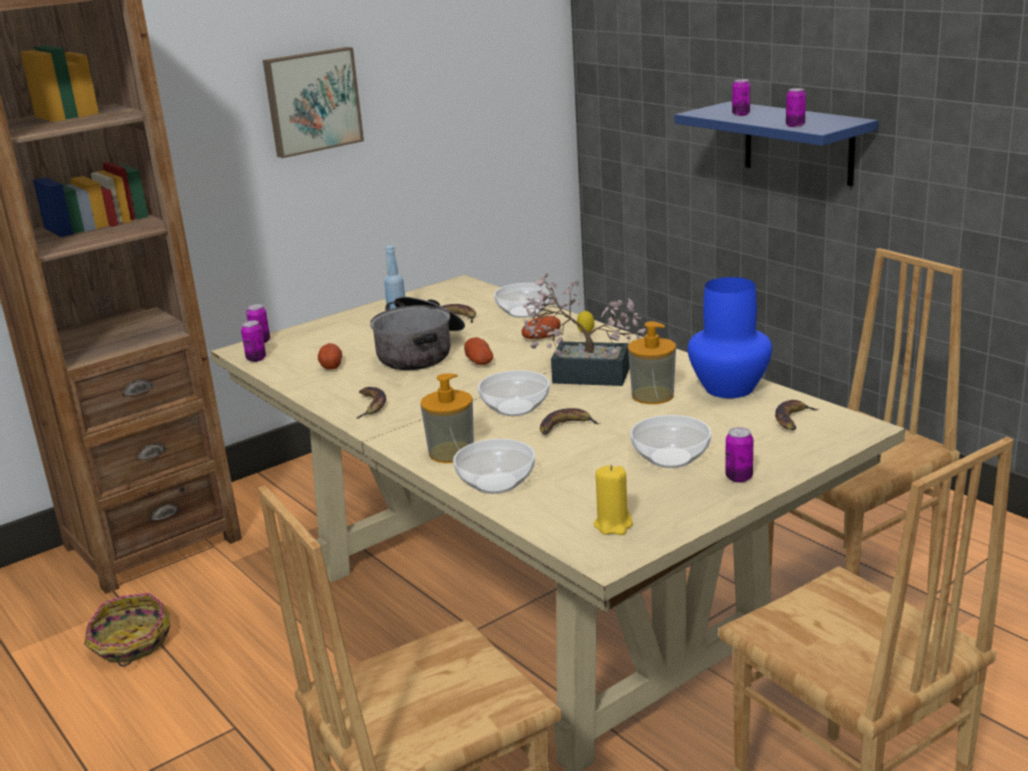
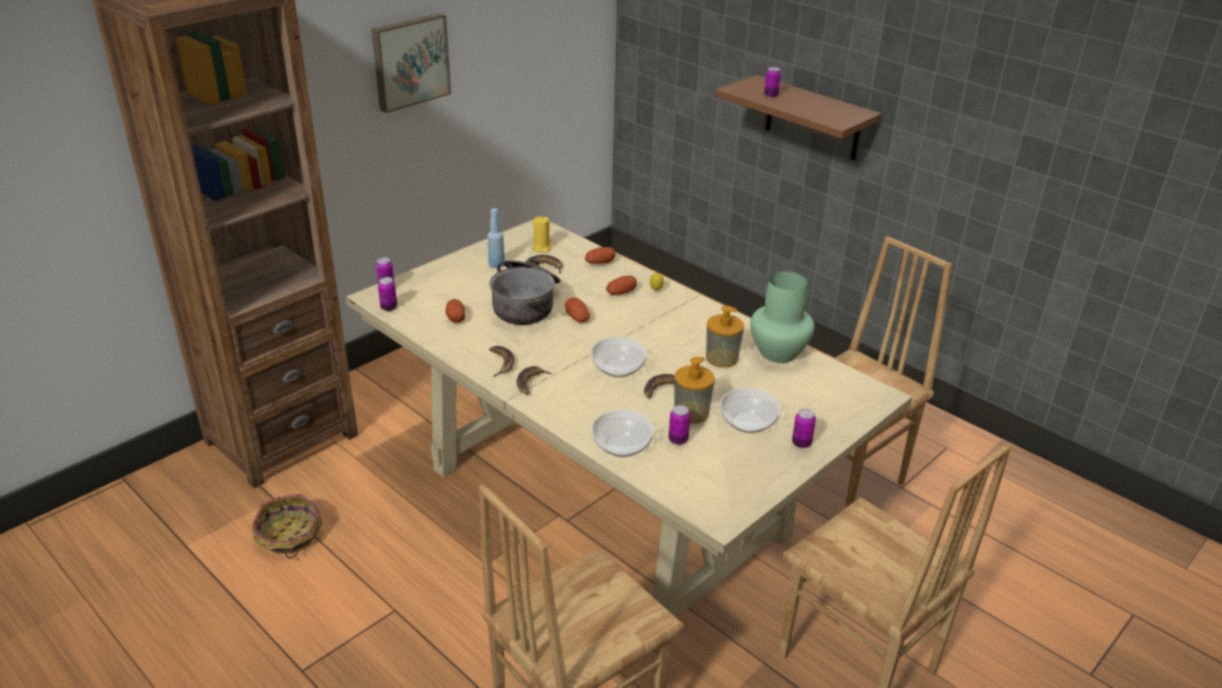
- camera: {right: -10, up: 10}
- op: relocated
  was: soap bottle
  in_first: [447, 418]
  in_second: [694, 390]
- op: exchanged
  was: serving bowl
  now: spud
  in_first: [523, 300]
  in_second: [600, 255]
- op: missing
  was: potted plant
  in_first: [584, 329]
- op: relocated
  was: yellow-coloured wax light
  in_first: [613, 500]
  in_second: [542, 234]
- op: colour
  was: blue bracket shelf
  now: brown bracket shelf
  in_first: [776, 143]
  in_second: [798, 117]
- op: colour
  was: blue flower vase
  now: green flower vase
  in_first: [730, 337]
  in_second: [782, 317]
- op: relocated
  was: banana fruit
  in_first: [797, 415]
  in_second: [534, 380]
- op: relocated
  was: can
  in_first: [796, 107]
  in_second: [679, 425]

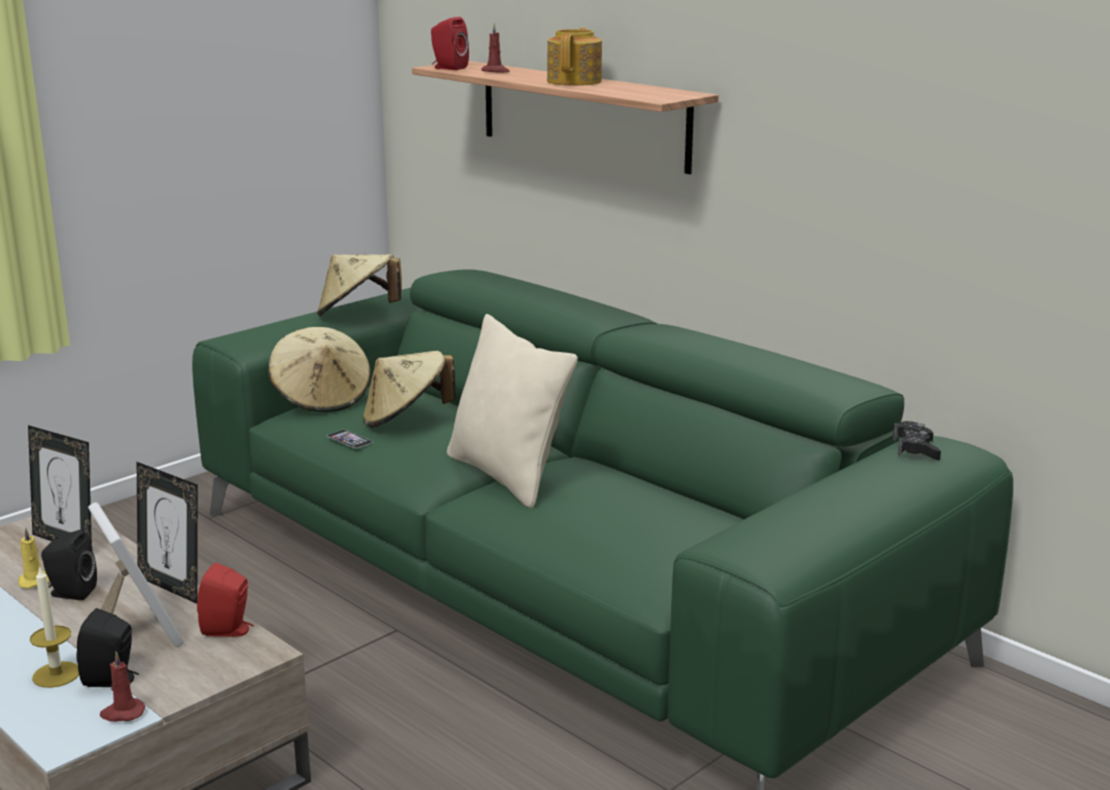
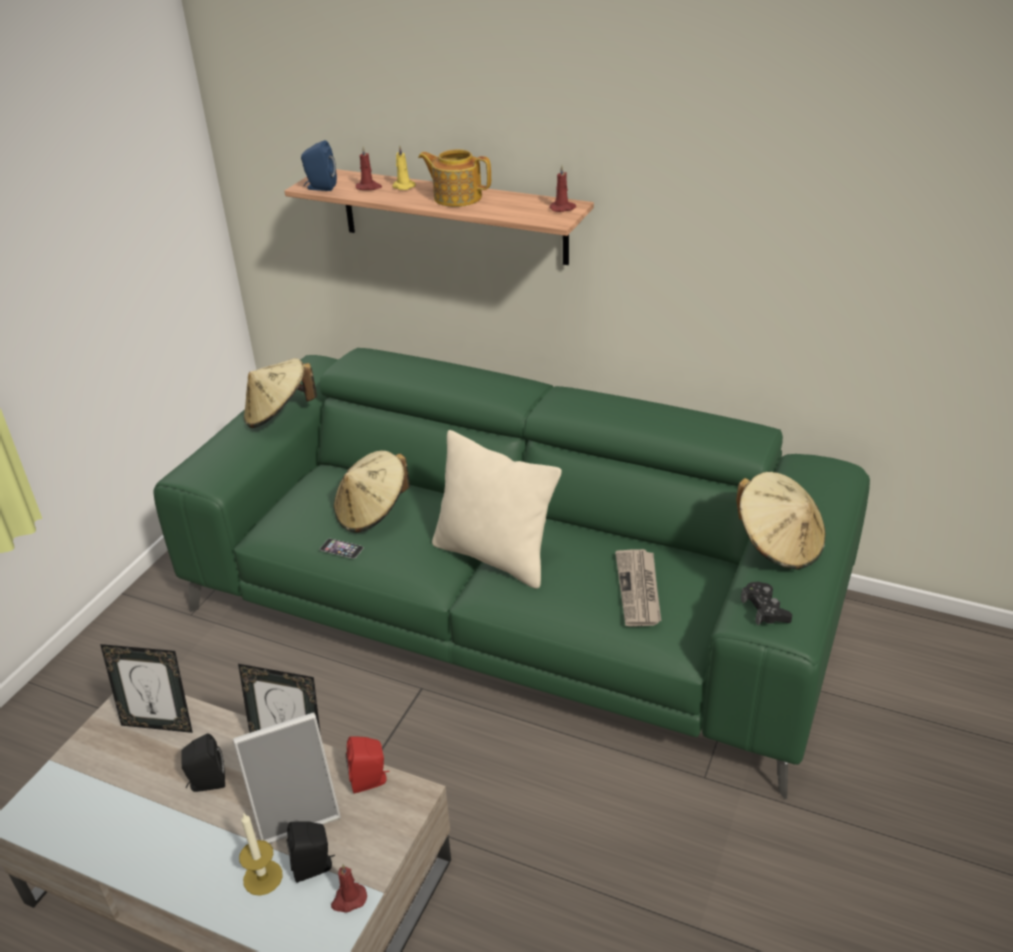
- camera: {right: -20, up: 15}
- op: relocated
  was: yellow-coloured wax light
  in_first: [34, 558]
  in_second: [404, 167]
- op: spun
  was: picture frame
  in_first: [136, 574]
  in_second: [287, 777]
  clockwise: 120
- op: relocated
  was: beige wearable hat
  in_first: [319, 369]
  in_second: [780, 520]
- op: colour
  was: red speaker
  now: blue speaker
  in_first: [450, 43]
  in_second: [319, 165]
- op: spun
  was: pot for tea
  in_first: [574, 57]
  in_second: [454, 178]
  clockwise: -60
- op: relocated
  was: blackish game controller
  in_first: [917, 440]
  in_second: [766, 603]
- op: appeared
  now: red wax light
  in_second: [562, 188]
- op: appeared
  now: daily paper
  in_second: [638, 588]

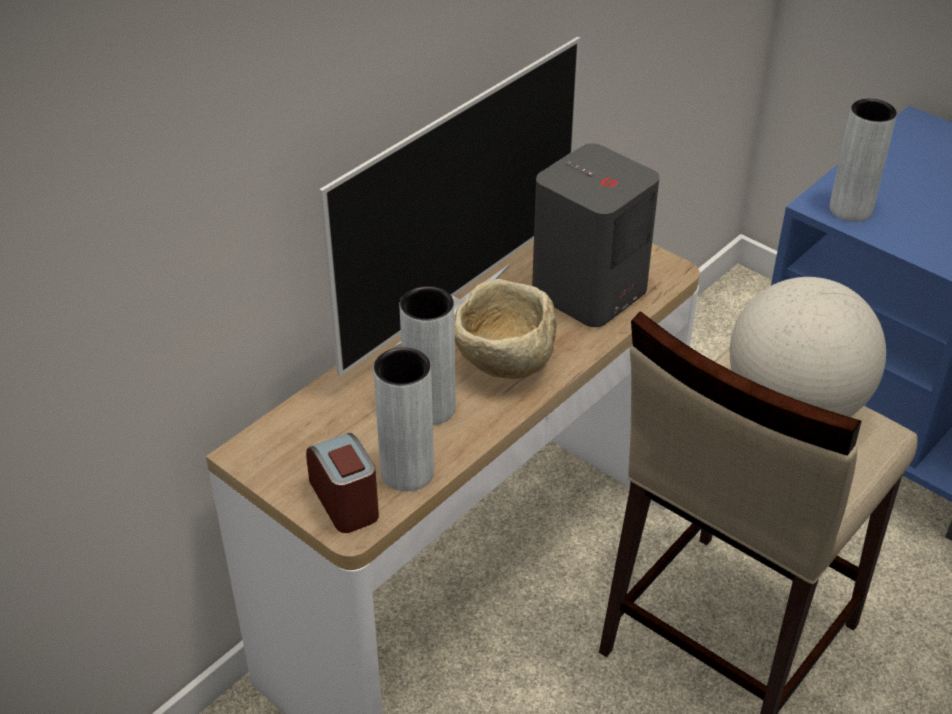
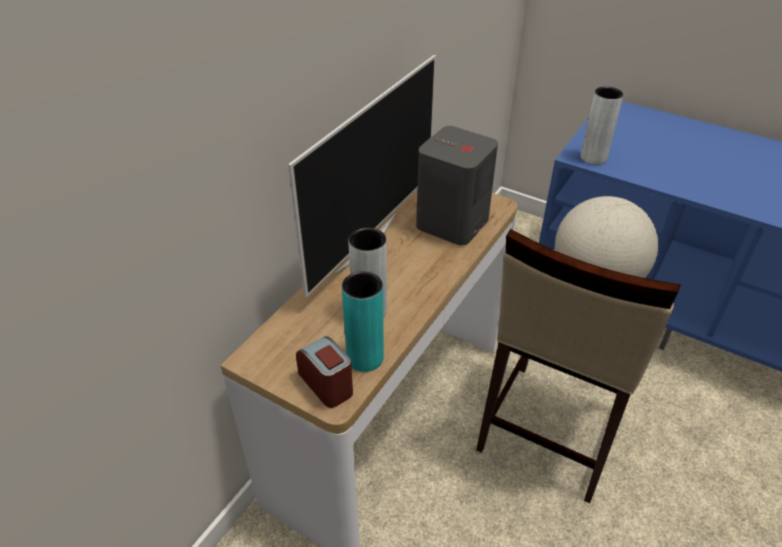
- camera: {right: -10, up: 0}
- op: colour
  was: greyish flower vase
  now: blue-green flower vase
  in_first: [403, 419]
  in_second: [363, 321]
- op: missing
  was: beige serving bowl
  in_first: [505, 329]

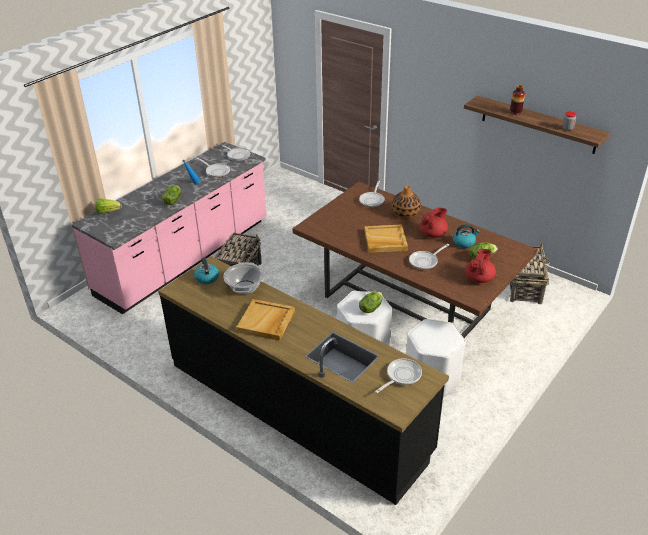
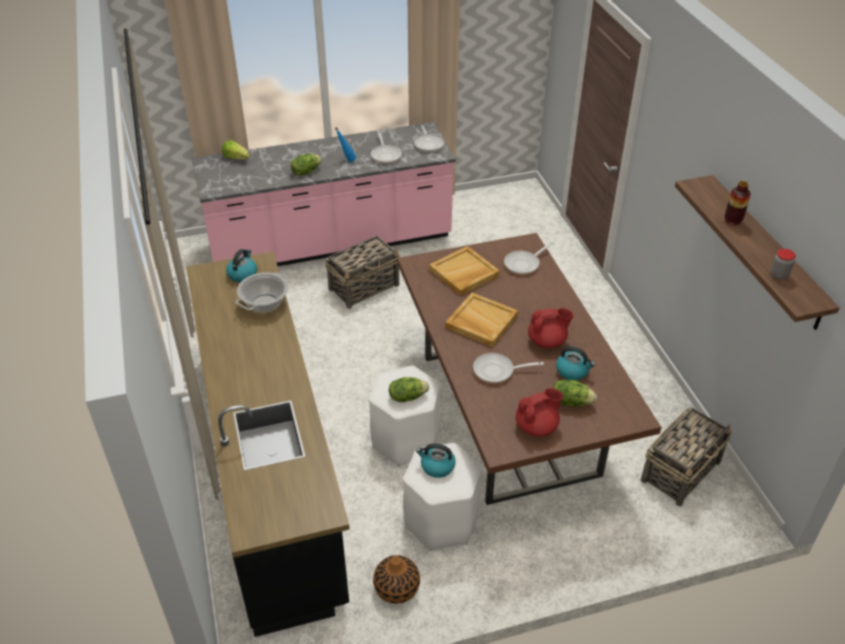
- camera: {right: 35, up: 5}
- op: relocated
  was: beige tray
  in_first: [265, 320]
  in_second: [464, 271]
- op: missing
  was: skillet
  in_first: [398, 375]
- op: relocated
  was: flower vase
  in_first: [406, 202]
  in_second: [396, 579]
- op: appeared
  now: water kettle
  in_second: [436, 460]

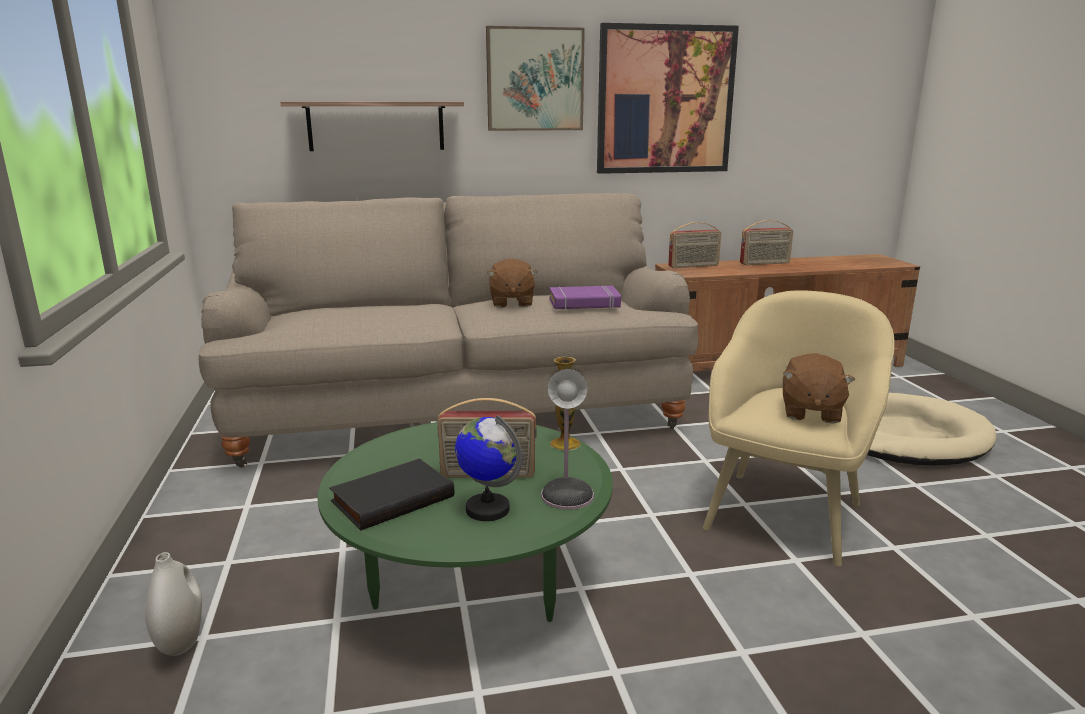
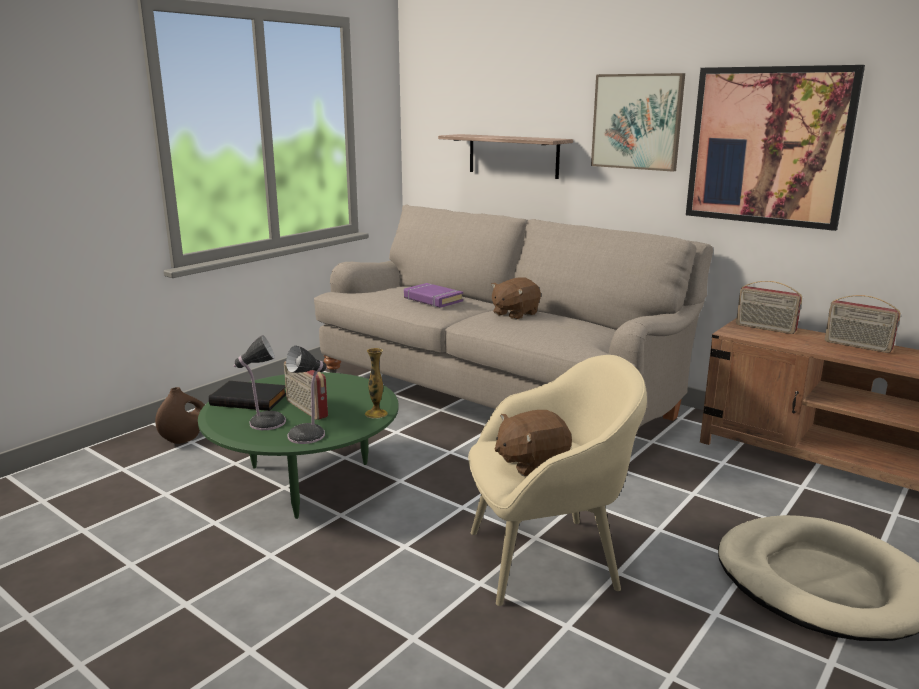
- camera: {right: 50, up: 0}
- op: colour
  was: white-coloured flower vase
  now: brown flower vase
  in_first: [173, 604]
  in_second: [180, 415]
- op: exchanged
  was: world globe
  now: table lamp
  in_first: [488, 468]
  in_second: [260, 382]
- op: relocated
  was: purple volume
  in_first: [585, 298]
  in_second: [433, 295]

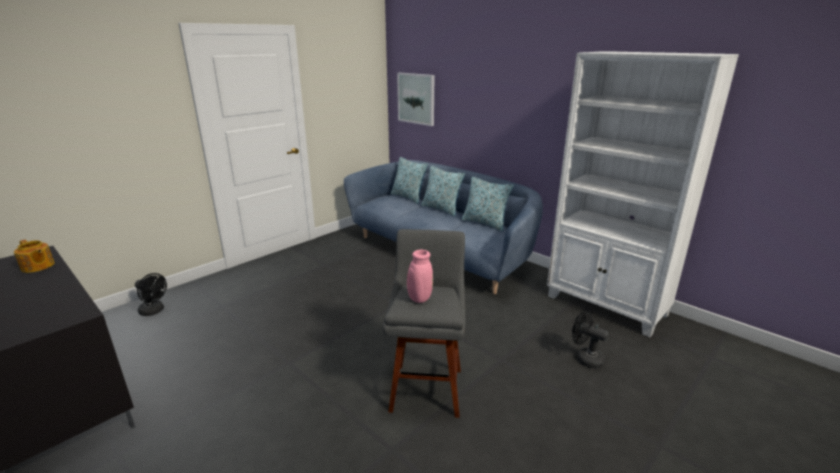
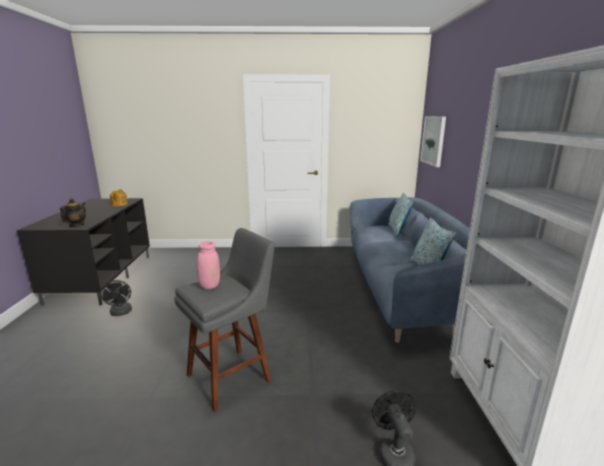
- camera: {right: 45, up: -5}
- op: relocated
  was: blackish electric fan
  in_first: [151, 294]
  in_second: [116, 298]
- op: missing
  was: cushion
  in_first: [443, 191]
- op: appeared
  now: pot for tea
  in_second: [73, 212]

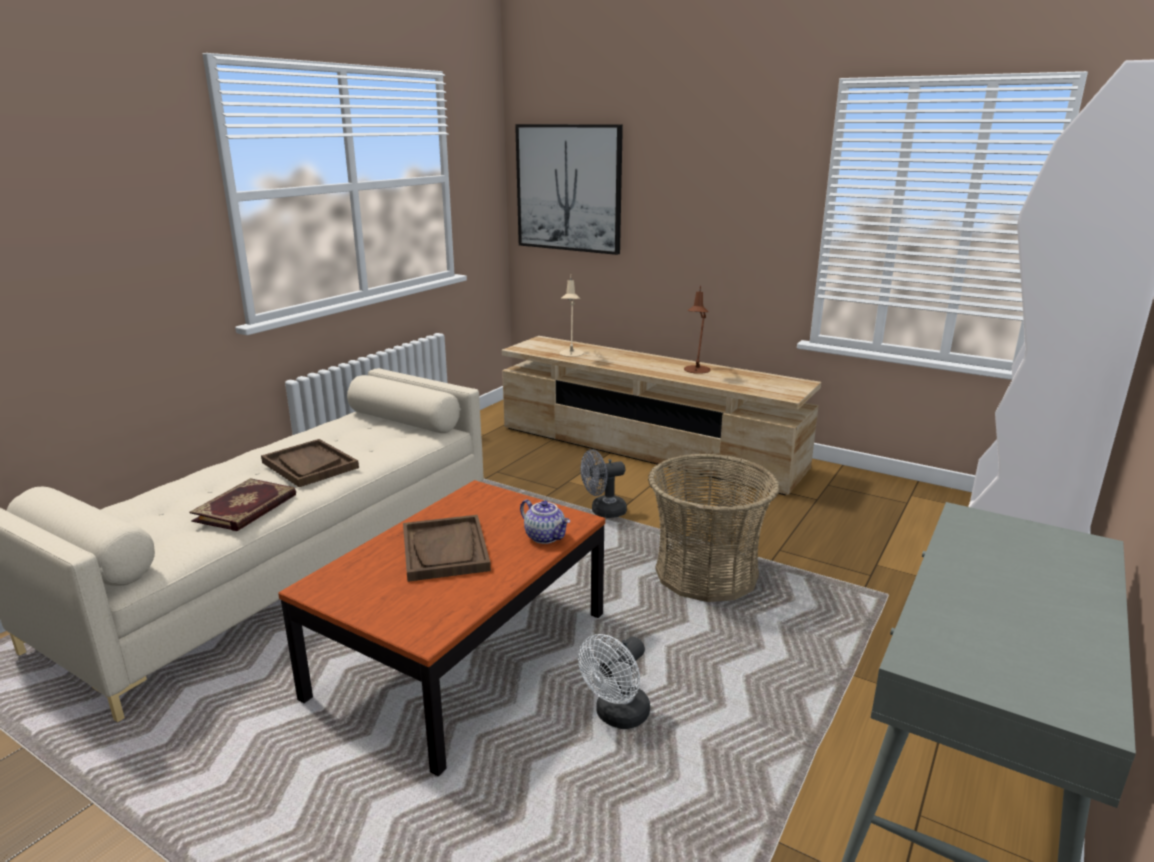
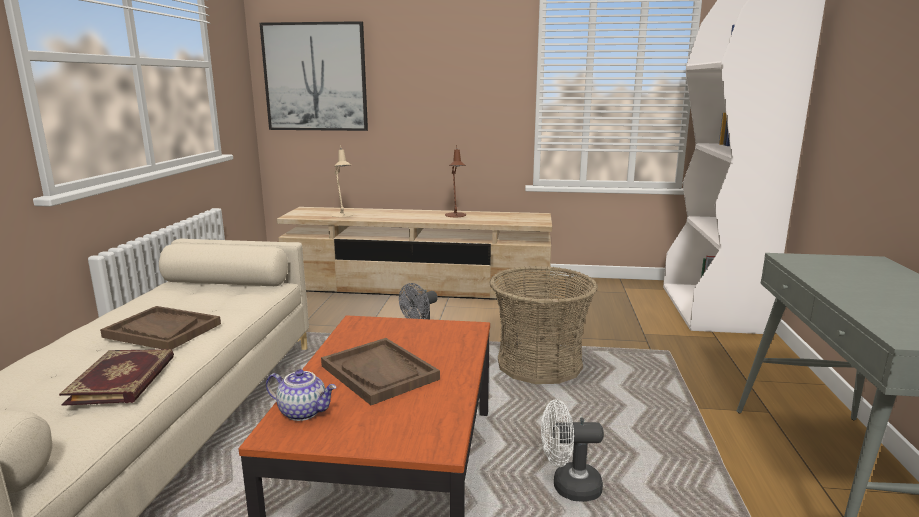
- camera: {right: -25, up: -5}
- op: relocated
  was: pot for tea
  in_first: [545, 522]
  in_second: [301, 395]
- op: spun
  was: white-coloured electric fan
  in_first: [614, 681]
  in_second: [572, 450]
  clockwise: 75

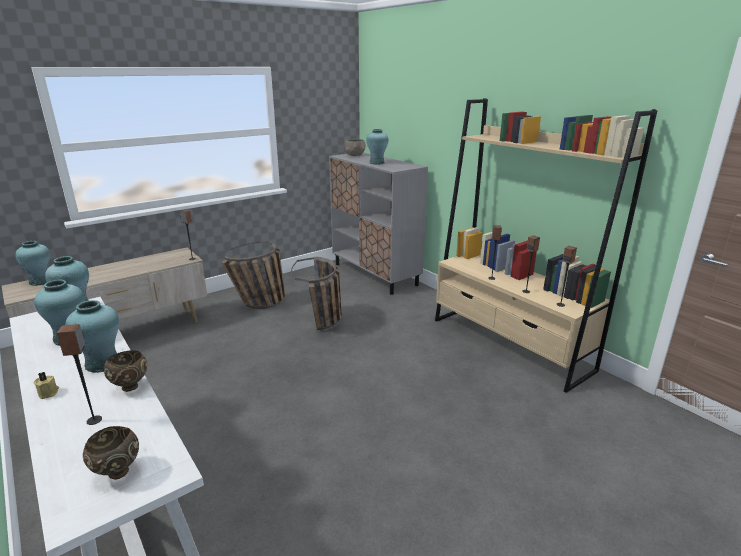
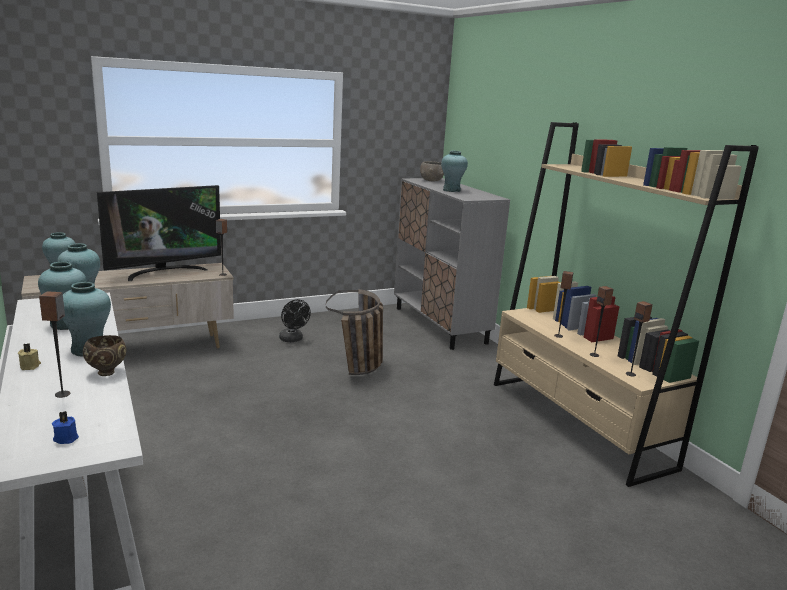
- camera: {right: 10, up: -5}
- op: exchanged
  was: brown serving bowl
  now: blue wax light
  in_first: [111, 453]
  in_second: [65, 427]
- op: exchanged
  was: basket
  now: blackish electric fan
  in_first: [253, 275]
  in_second: [295, 320]
- op: appeared
  now: TV
  in_second: [159, 233]

